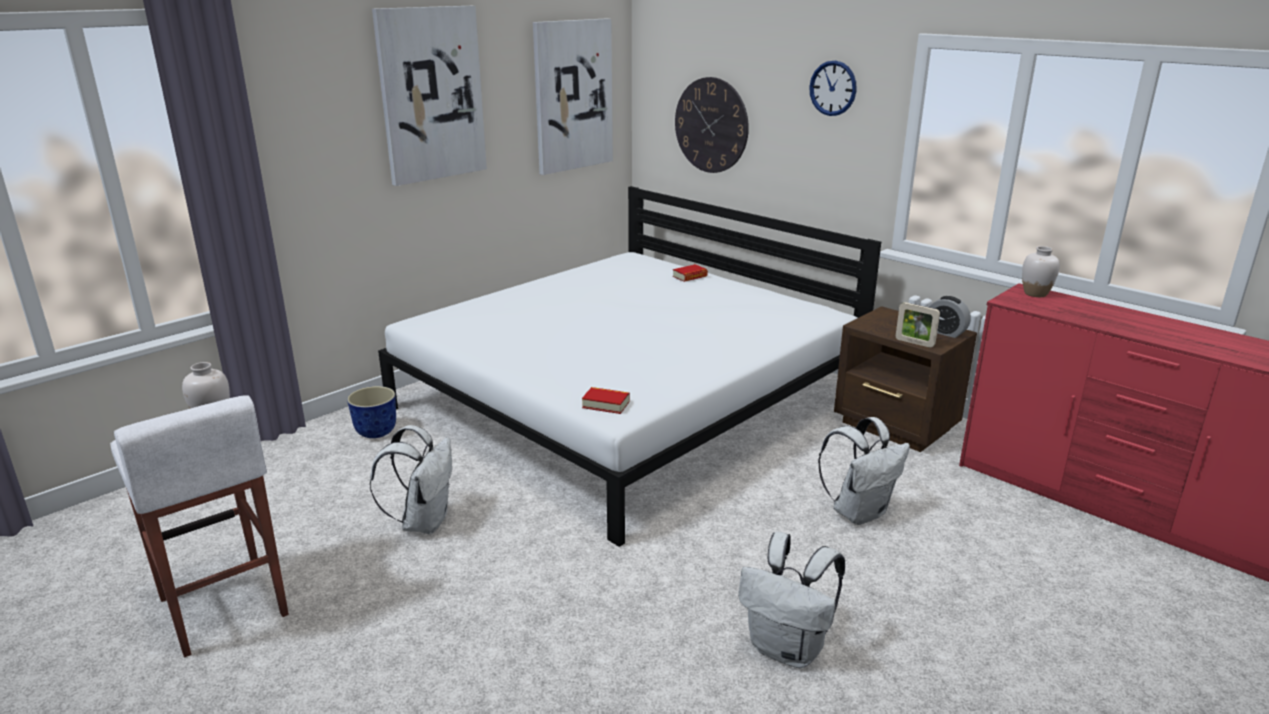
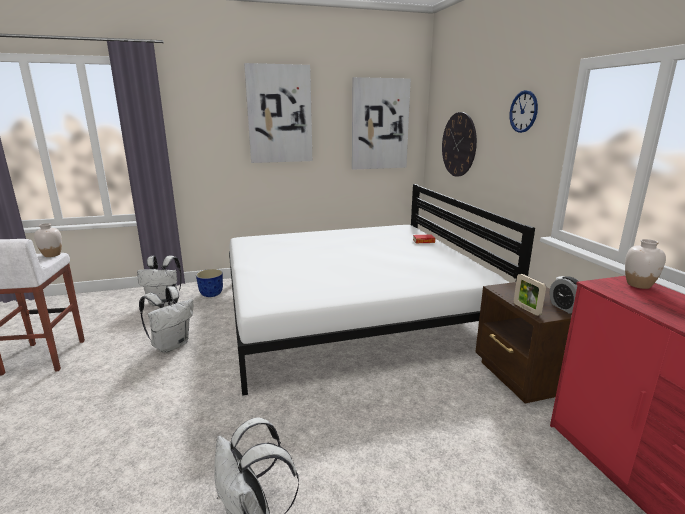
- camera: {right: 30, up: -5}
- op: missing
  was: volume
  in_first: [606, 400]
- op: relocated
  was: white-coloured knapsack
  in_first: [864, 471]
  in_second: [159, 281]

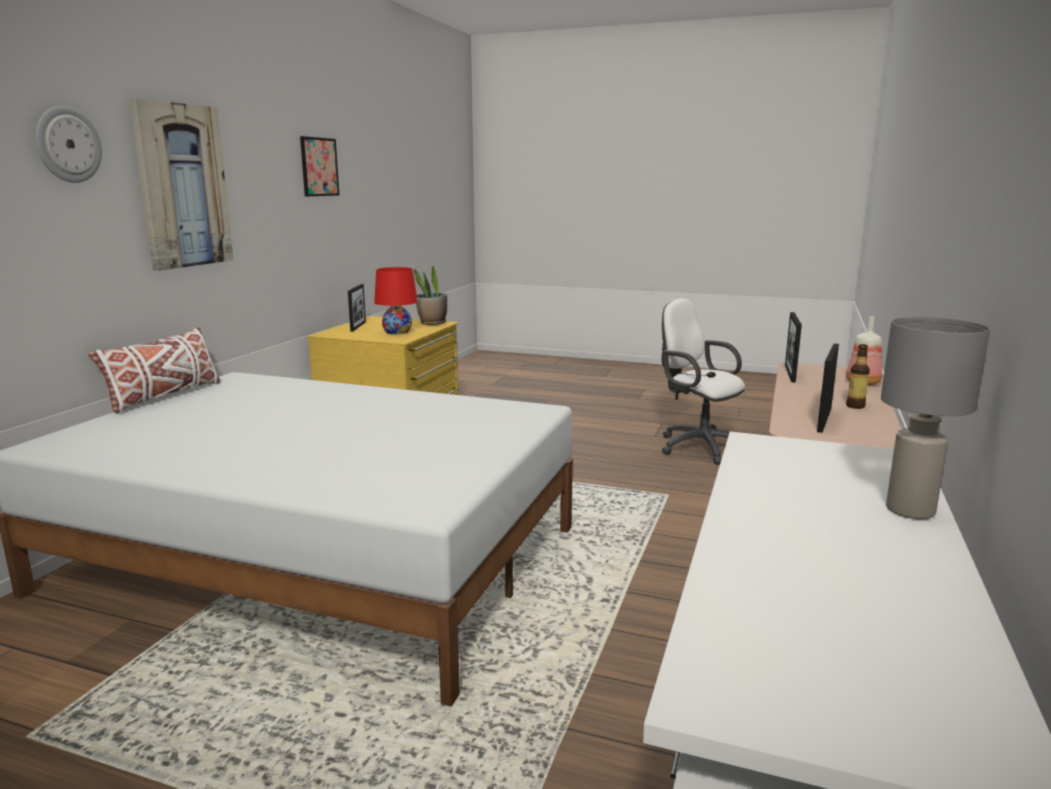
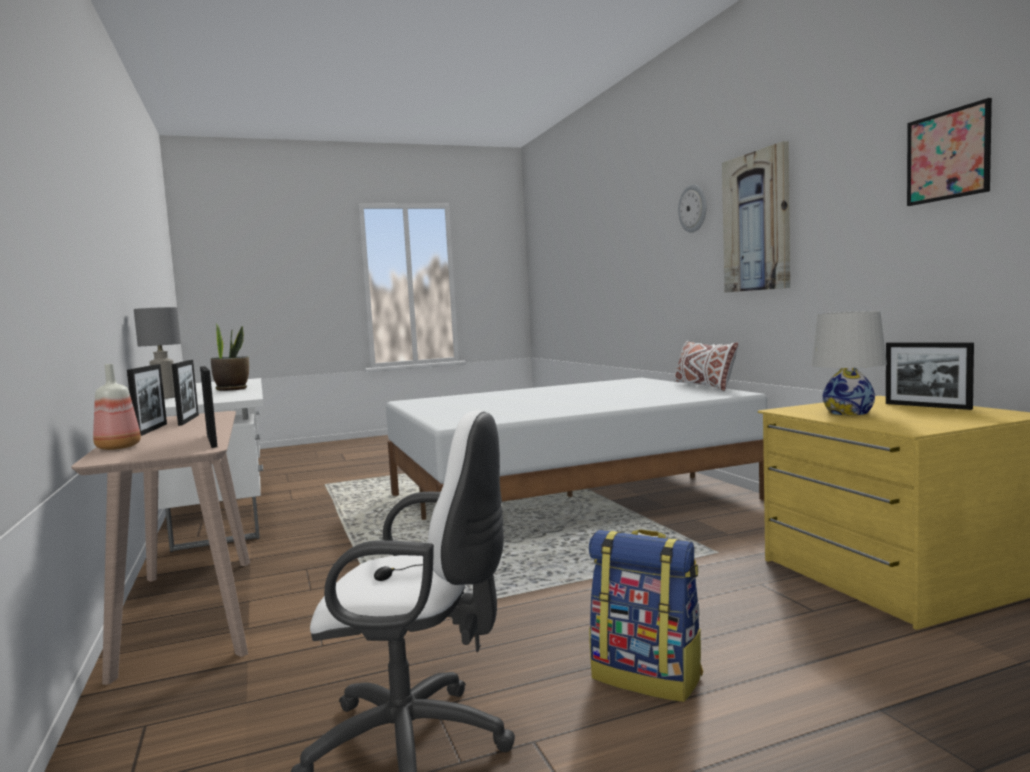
- camera: {right: 140, up: -10}
- op: colour
  was: red table lamp
  now: white-coloured table lamp
  in_first: [396, 300]
  in_second: [849, 363]
- op: relocated
  was: potted plant
  in_first: [430, 295]
  in_second: [230, 357]
- op: exchanged
  was: beverage bottle
  now: picture frame
  in_first: [858, 376]
  in_second: [147, 400]
- op: appeared
  now: knapsack
  in_second: [646, 615]

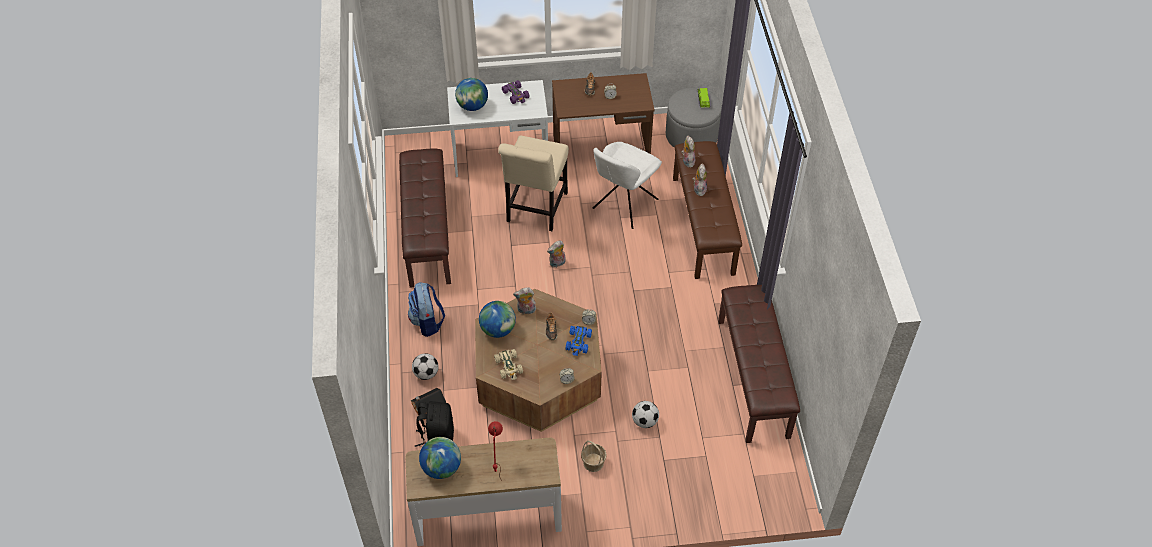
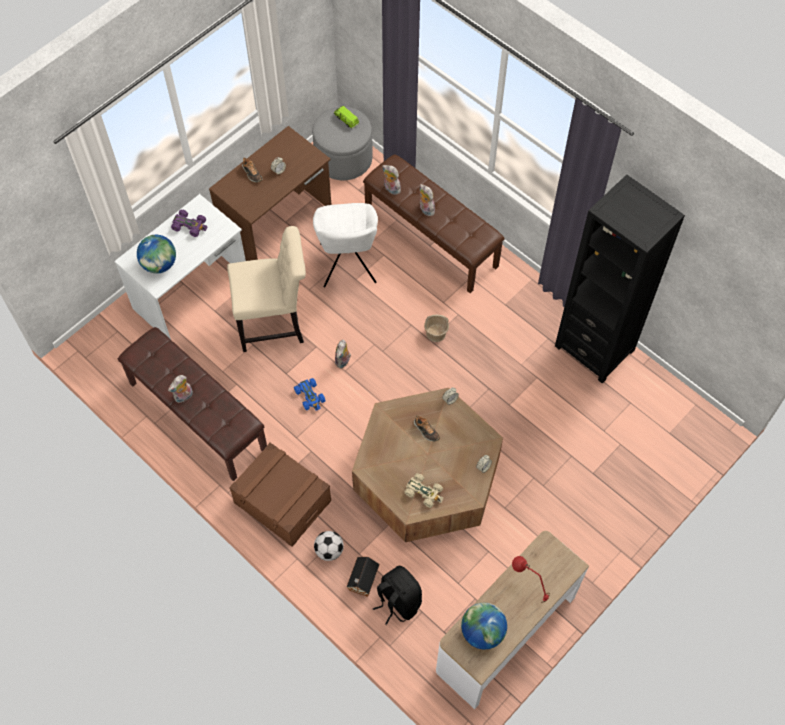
- camera: {right: -40, up: 10}
- op: exchanged
  was: knapsack
  now: brown storage container
  in_first: [426, 309]
  in_second: [280, 495]
- op: missing
  was: world globe
  in_first: [497, 319]
- op: spun
  was: beige plain chair
  in_first: [533, 183]
  in_second: [266, 289]
  clockwise: -75
- op: relocated
  was: plush toy
  in_first: [524, 300]
  in_second: [180, 389]
- op: relocated
  was: blue toy car
  in_first: [578, 341]
  in_second: [310, 394]
- op: relocated
  was: basket
  in_first: [594, 456]
  in_second: [436, 328]
- op: missing
  was: football ball
  in_first: [645, 414]
- op: exchanged
  was: brown long seat
  now: blackish bookcase
  in_first: [759, 364]
  in_second: [620, 279]

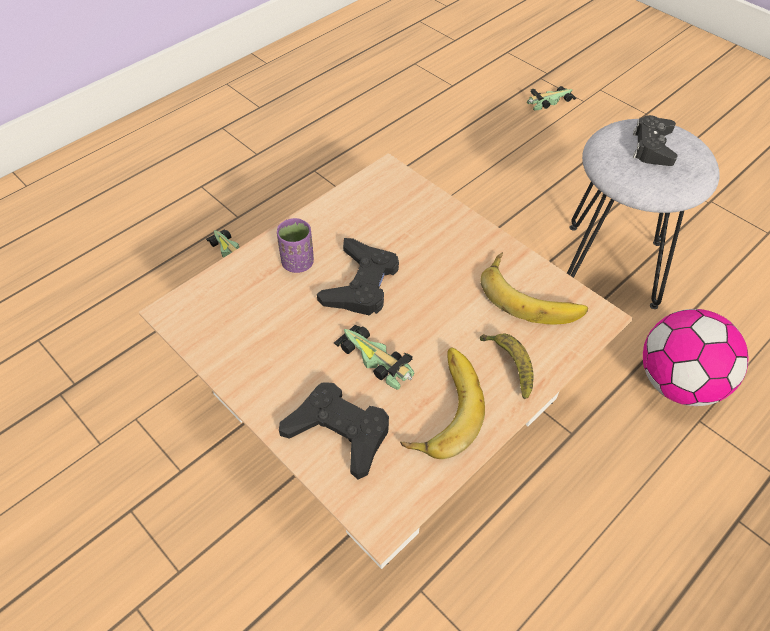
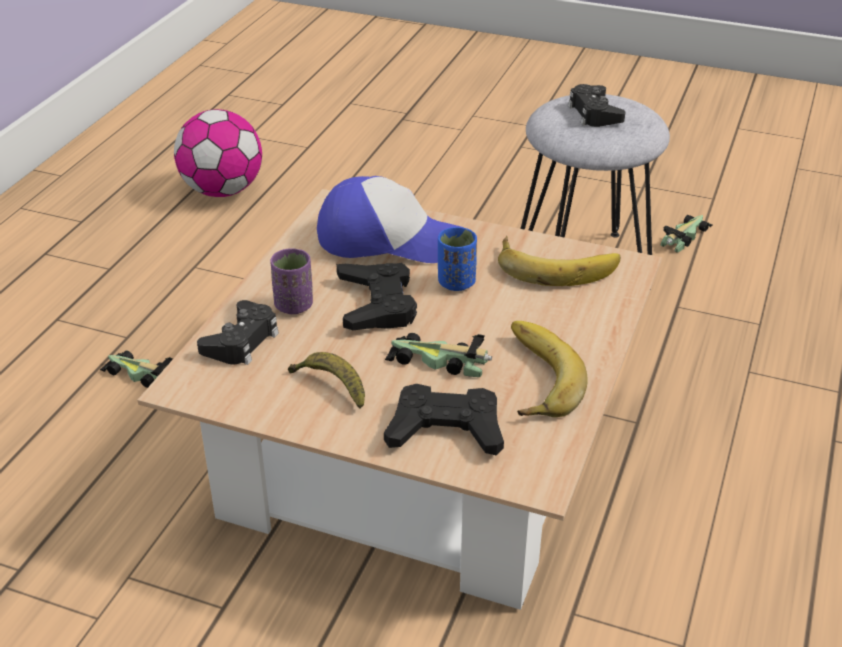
- camera: {right: -25, up: -15}
- op: relocated
  was: banana fruit
  in_first: [506, 366]
  in_second: [326, 380]
- op: relocated
  was: toy car
  in_first: [552, 98]
  in_second: [687, 234]
- op: relocated
  was: football ball
  in_first: [695, 357]
  in_second: [218, 153]
- op: appeared
  now: blackish game controller
  in_second: [238, 332]
- op: appeared
  now: baseball cap
  in_second: [390, 219]
- op: appeared
  now: blue cup
  in_second: [457, 259]

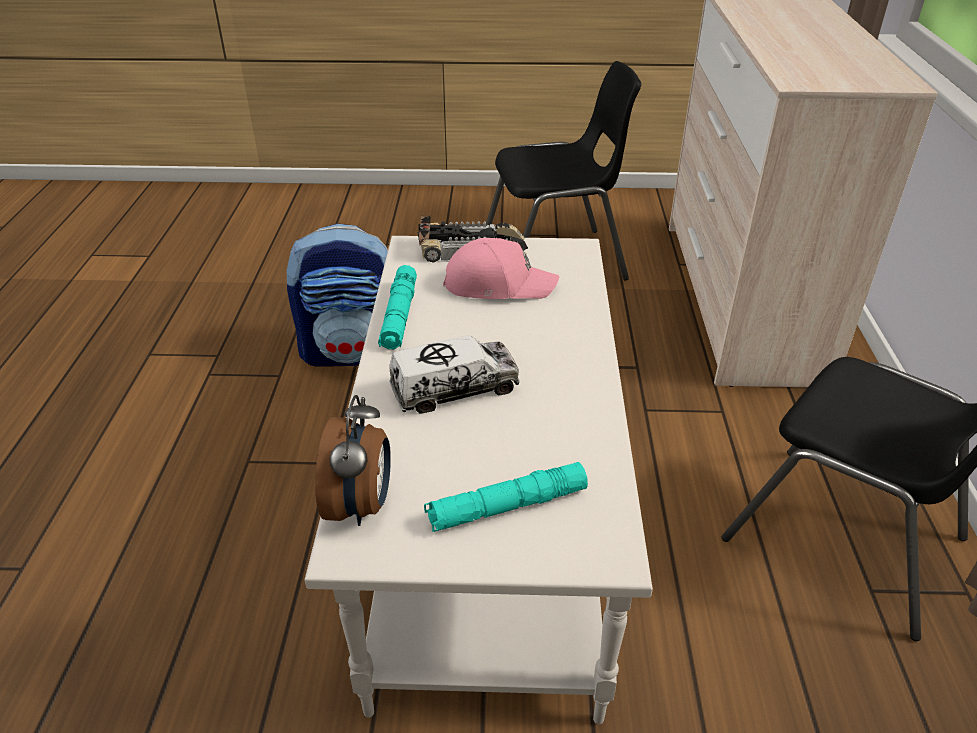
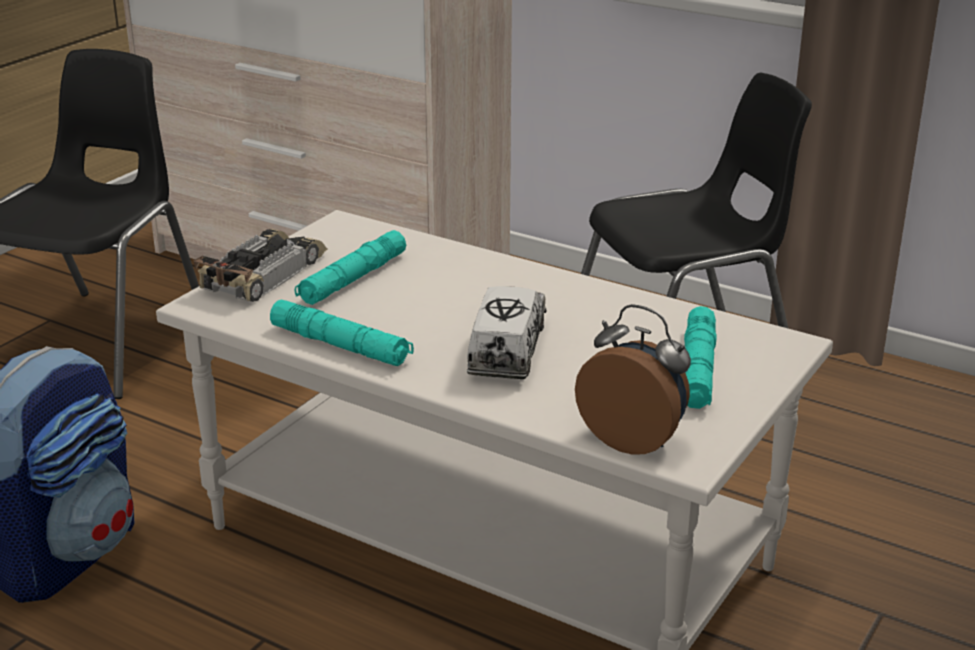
- camera: {right: -60, up: -10}
- op: exchanged
  was: pink-coloured baseball cap
  now: blue-green hand torch
  in_first: [501, 268]
  in_second: [350, 267]

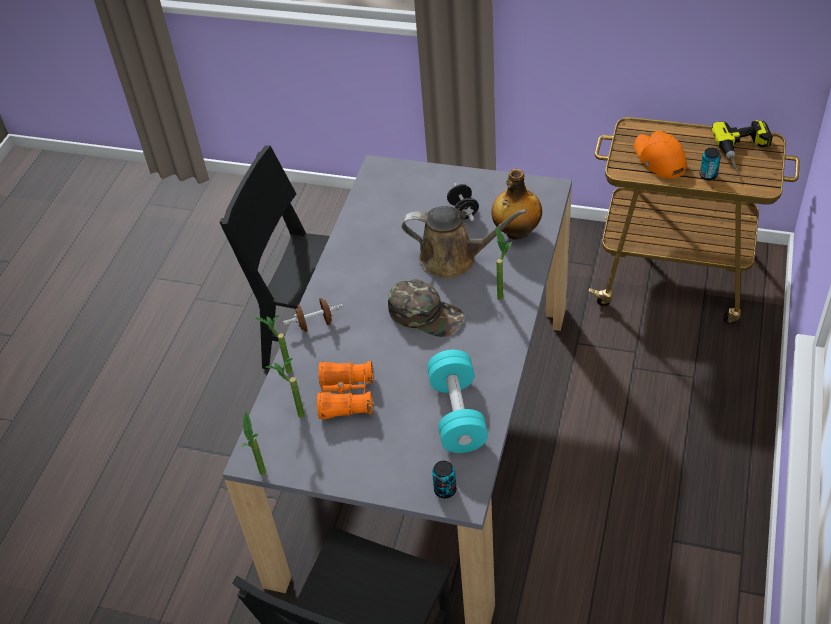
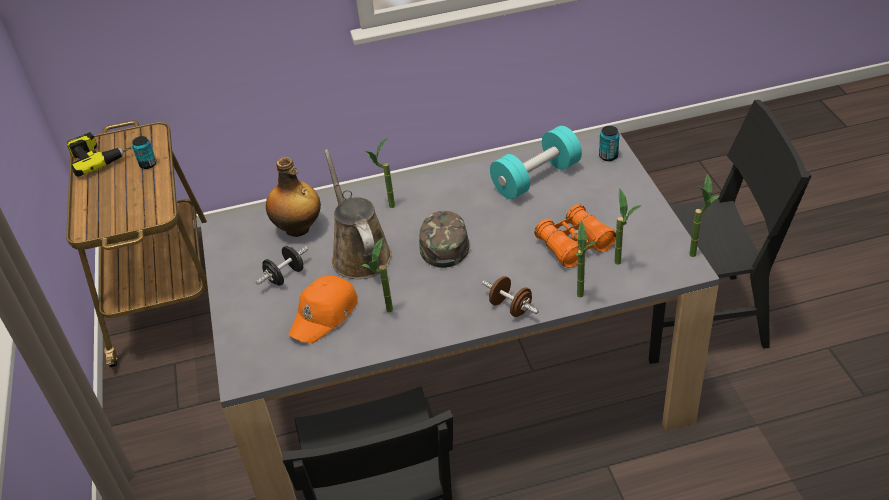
- camera: {right: -120, up: -5}
- op: relocated
  was: orange baseball cap
  in_first: [660, 154]
  in_second: [323, 309]
- op: appeared
  now: potted plant
  in_second: [377, 275]

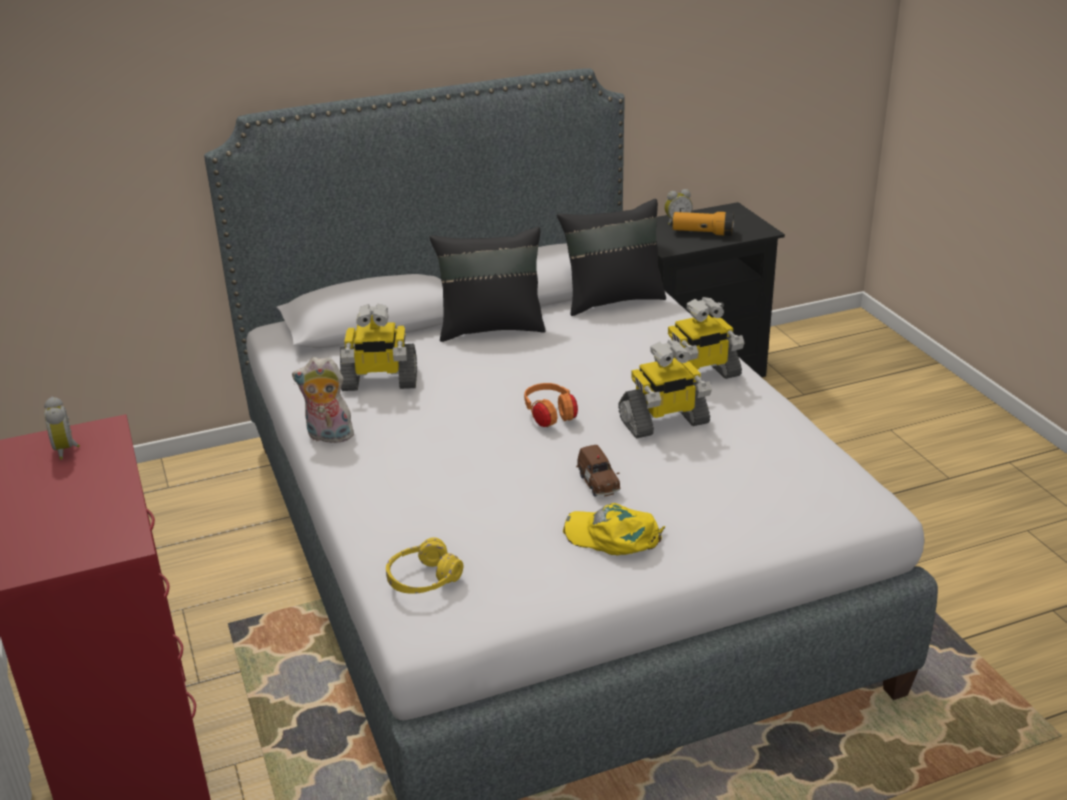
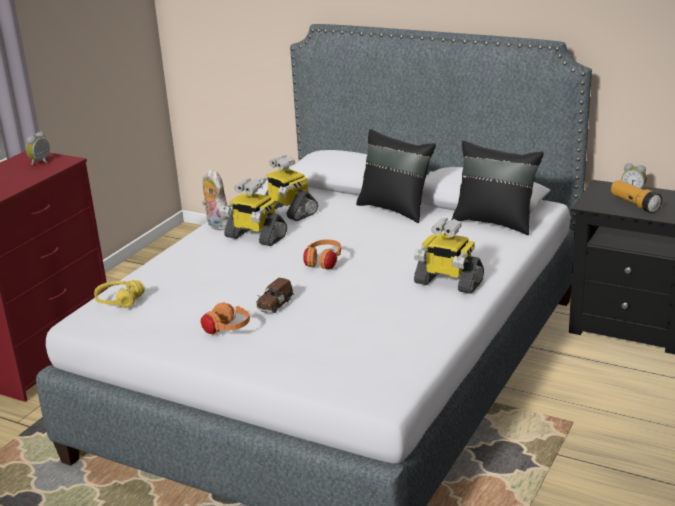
- camera: {right: 50, up: -5}
- op: exchanged
  was: yellow-coloured baseball cap
  now: orange headset
  in_first: [614, 529]
  in_second: [225, 318]
- op: relocated
  was: model robot
  in_first: [665, 389]
  in_second: [253, 212]

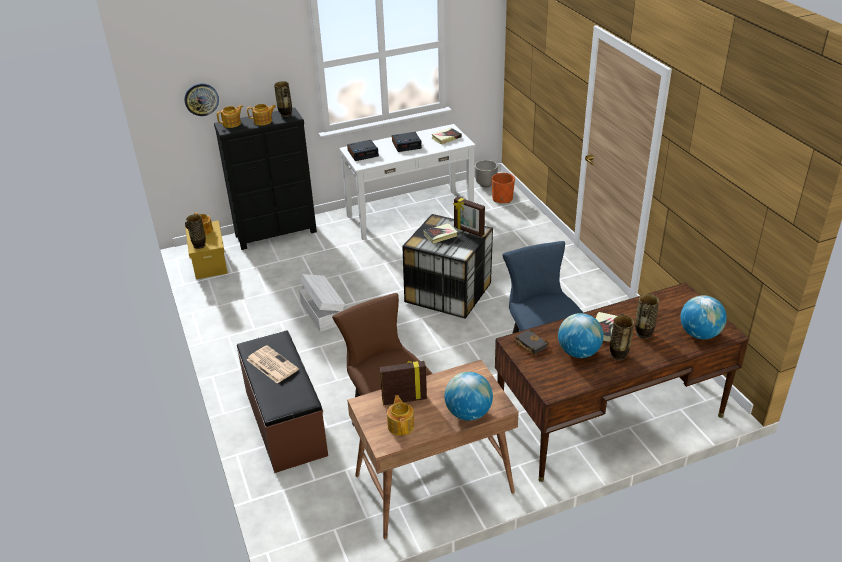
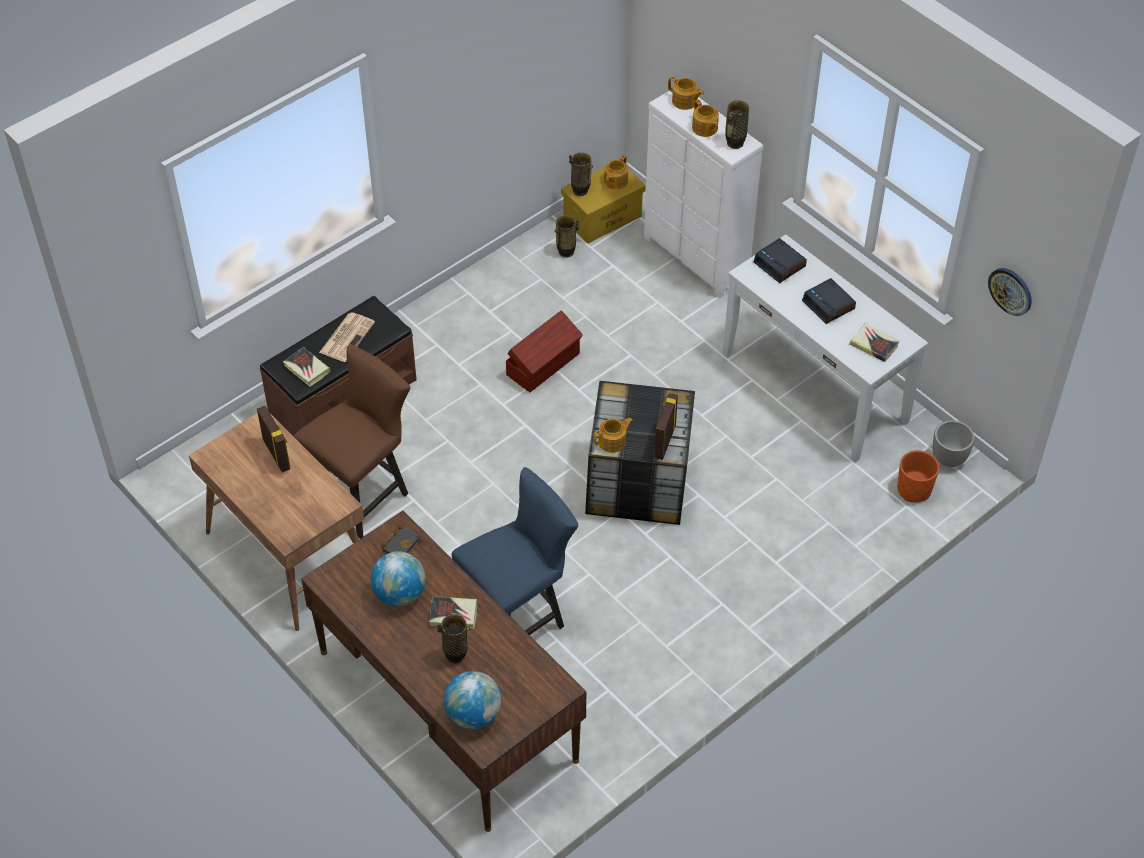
- camera: {right: 70, up: 15}
- op: relocated
  was: clock on the wall
  in_first: [201, 99]
  in_second: [1010, 292]
- op: colour
  was: blackish dresser
  now: white-coloured dresser
  in_first: [265, 178]
  in_second: [704, 194]
- op: colour
  was: white-coloured storage container
  now: brown storage container
  in_first: [322, 303]
  in_second: [544, 351]
- op: relocated
  was: pot for tea
  in_first: [400, 415]
  in_second: [613, 435]
- op: relocated
  was: volume
  in_first: [440, 233]
  in_second: [307, 367]
- op: missing
  was: world globe
  in_first: [469, 396]
- op: relocated
  was: flower vase
  in_first: [622, 336]
  in_second: [567, 236]

